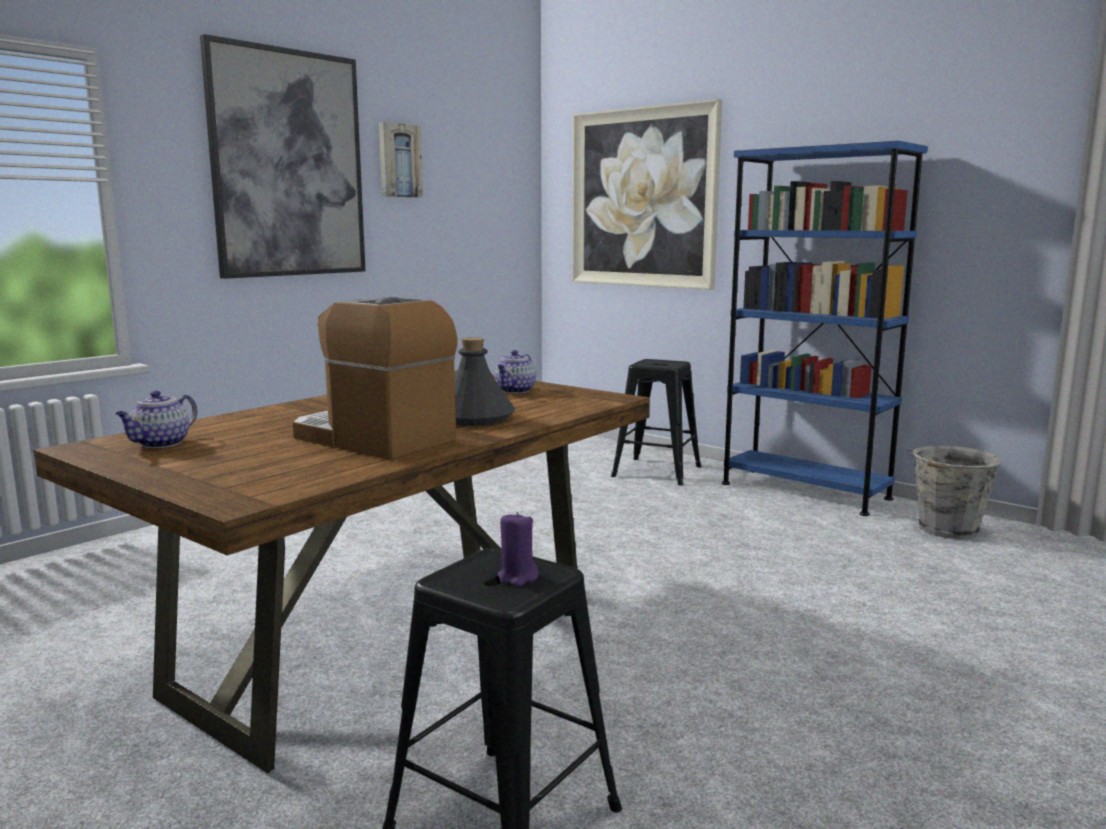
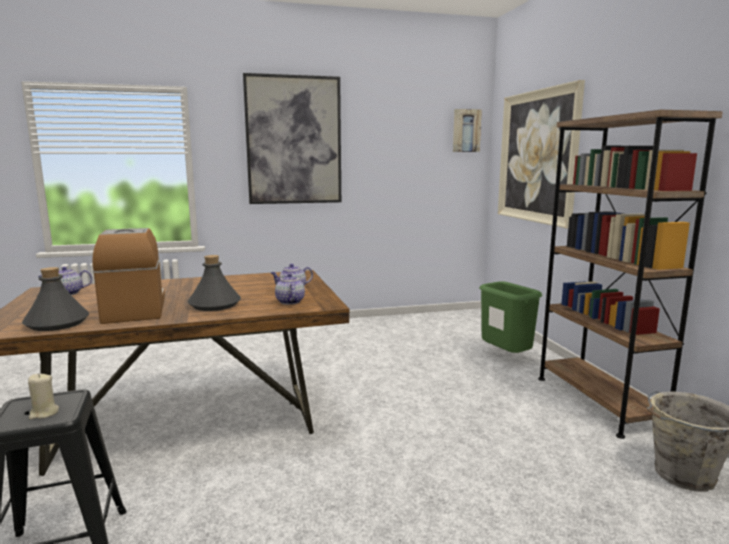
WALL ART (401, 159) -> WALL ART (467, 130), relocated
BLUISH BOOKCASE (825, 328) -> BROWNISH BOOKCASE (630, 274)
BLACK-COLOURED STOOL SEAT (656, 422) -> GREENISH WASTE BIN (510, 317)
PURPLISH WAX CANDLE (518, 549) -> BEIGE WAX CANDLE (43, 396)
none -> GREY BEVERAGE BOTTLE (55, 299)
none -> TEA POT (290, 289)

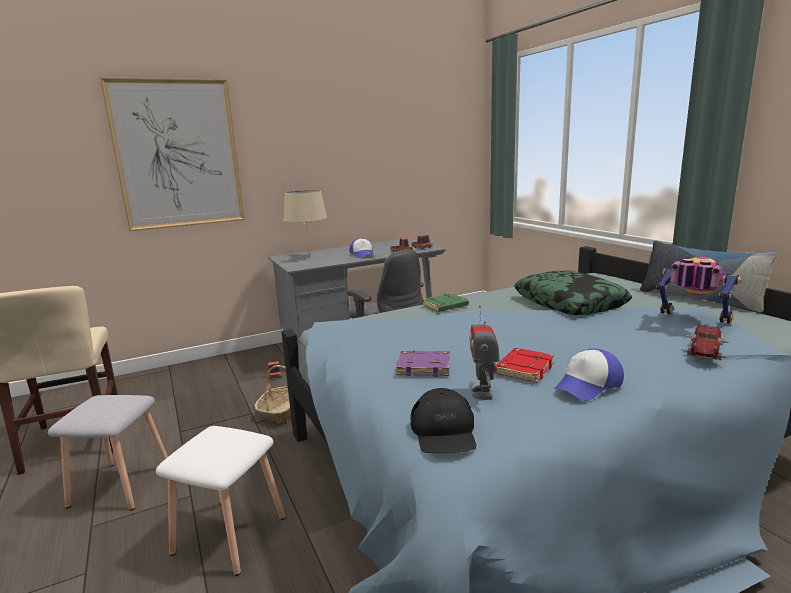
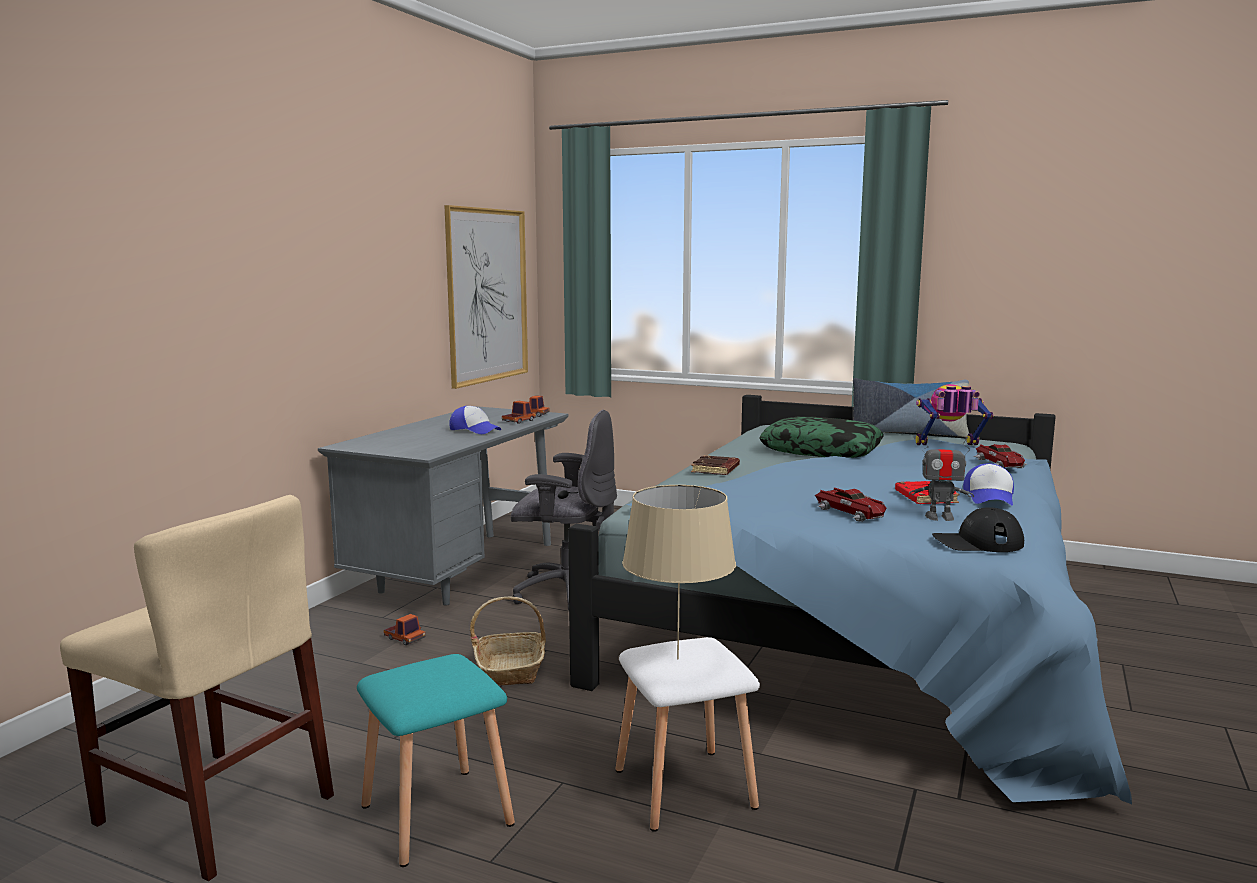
WALL ART (172, 154) -> WALL ART (486, 297), relocated
BEIGE LAMP FOR A TABLE (305, 222) -> BEIGE LAMP FOR A TABLE (679, 572), relocated
GREENISH BOUND BOOK (445, 302) -> BROWNISH BOUND BOOK (715, 465)
MODEL ROBOT (484, 353) -> MODEL ROBOT (941, 477), 45 degrees counterclockwise
PURPLISH BOUND BOOK (423, 364) -> MINIATURE CAR (850, 504)
BLACK-COLOURED PEAKED CAP (443, 420) -> BLACK-COLOURED PEAKED CAP (978, 530), 135 degrees clockwise
GREY STOOL SEAT (108, 453) -> BLUE-GREEN STOOL SEAT (436, 760)

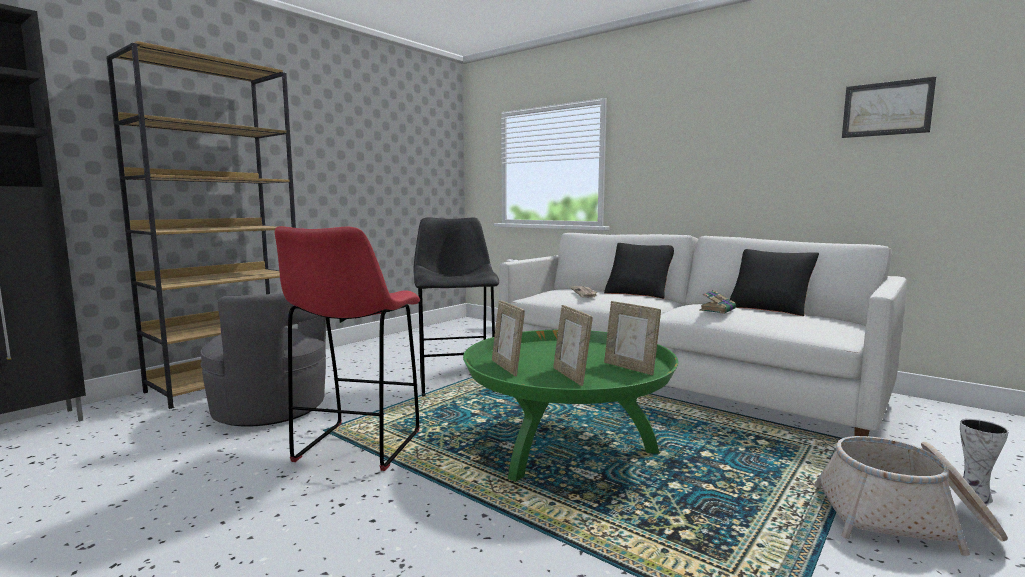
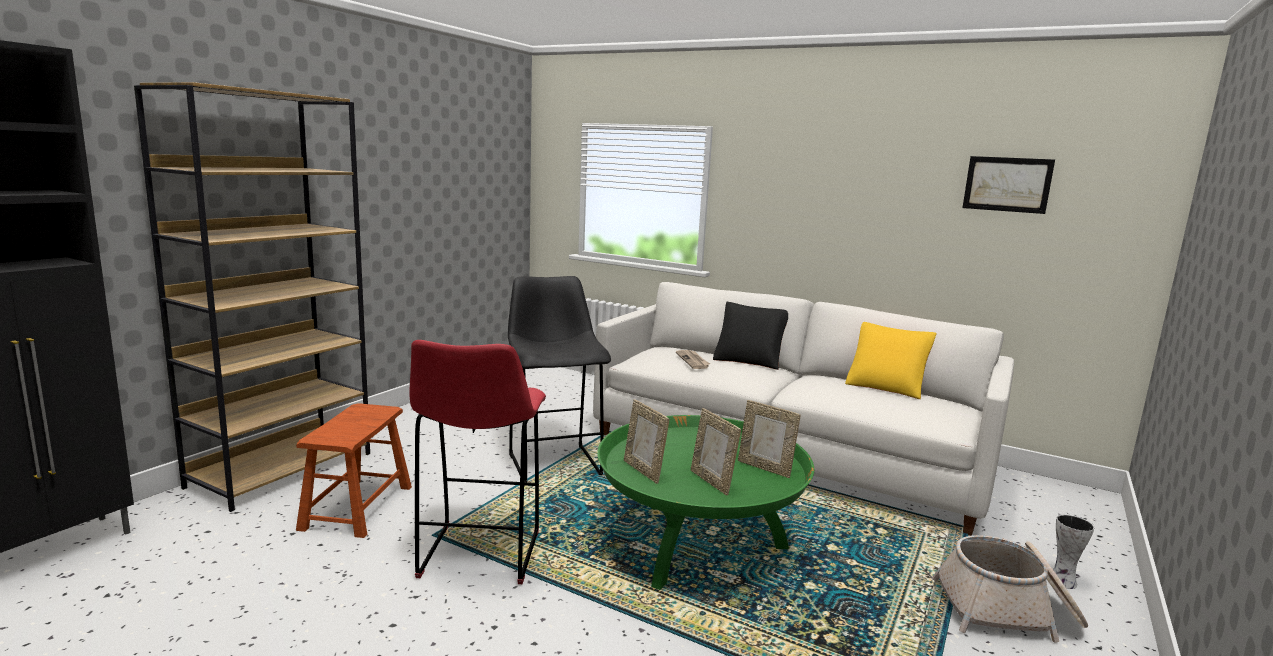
BLACK-COLOURED THROW PILLOW (774, 282) -> YELLOWISH THROW PILLOW (891, 360)
BOUND BOOK (717, 302) -> none
GREY ARMCHAIR (264, 360) -> BROWNISH STOOL SEAT (354, 470)

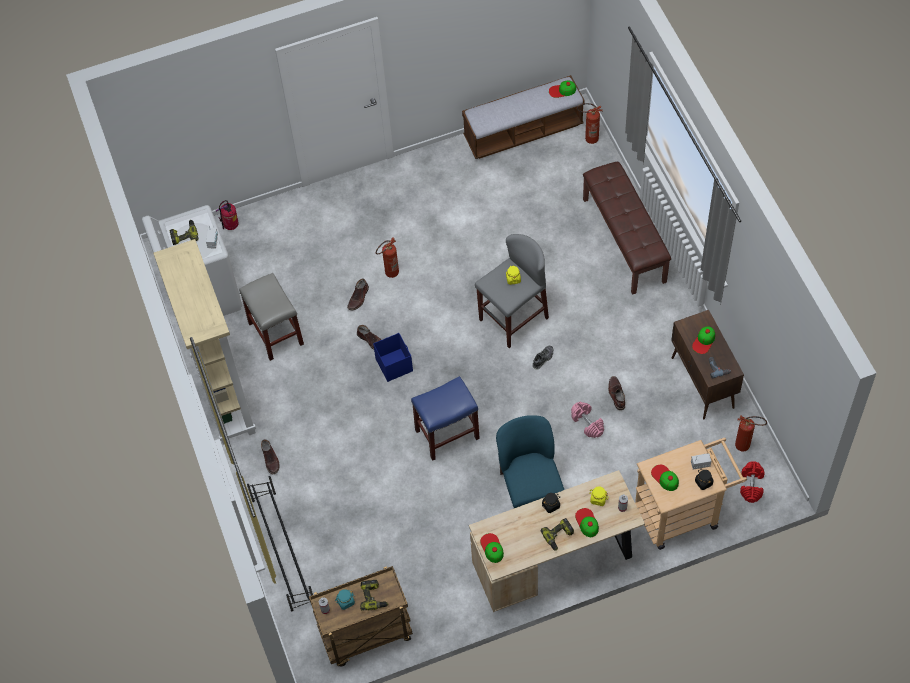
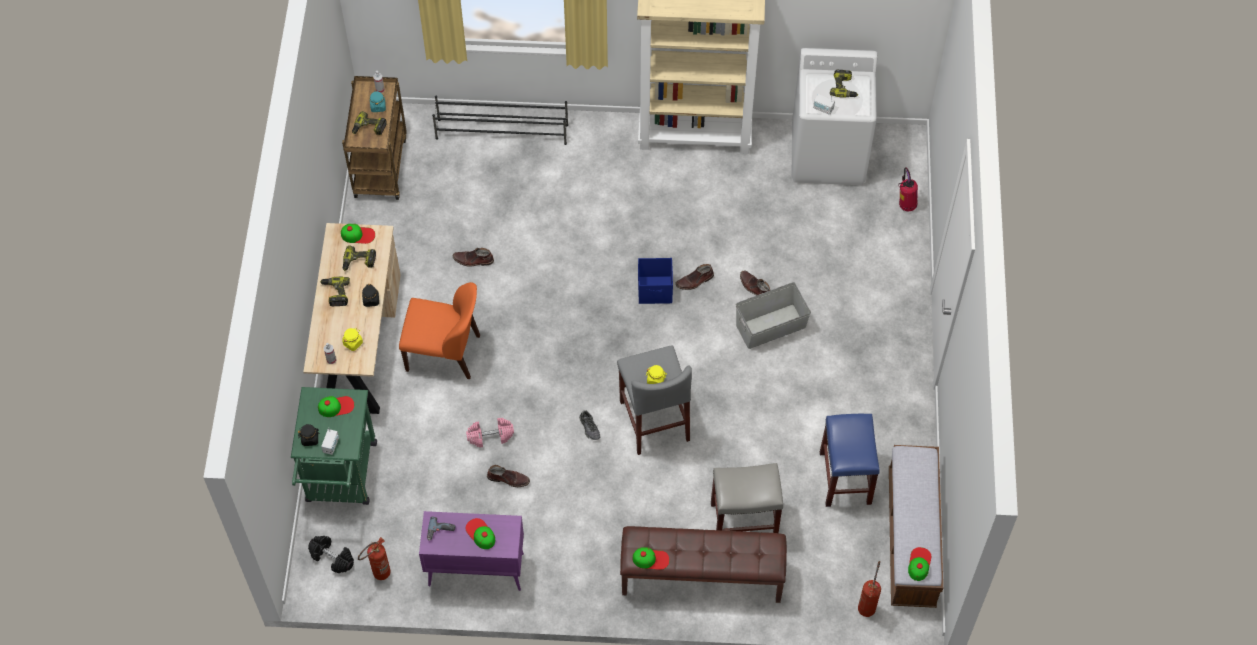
FIRE-FIGHTING CYLINDER (387, 257) -> GREY STORAGE BOX (773, 315)
GREY STOOL SEAT (271, 317) -> GREY STOOL SEAT (747, 498), relocated
BROWNISH STORAGE CABINET (707, 364) -> PURPLISH STORAGE CABINET (471, 551)
BLUISH STOOL SEAT (445, 418) -> BLUISH STOOL SEAT (850, 460), relocated
BLUISH PLAIN CHAIR (530, 461) -> ORANGE PLAIN CHAIR (439, 330)
BEIGE WHEELED CART (691, 494) -> GREENISH WHEELED CART (334, 446)
BROWNISH HIGH-TOP BOOT (270, 457) -> BROWNISH HIGH-TOP BOOT (473, 257), relocated
RED HAND WEIGHT (752, 482) -> BLACK-COLOURED HAND WEIGHT (331, 554)
PEAKED CAP (587, 522) -> PEAKED CAP (651, 558), relocated
none -> POWER DRILL (359, 258)

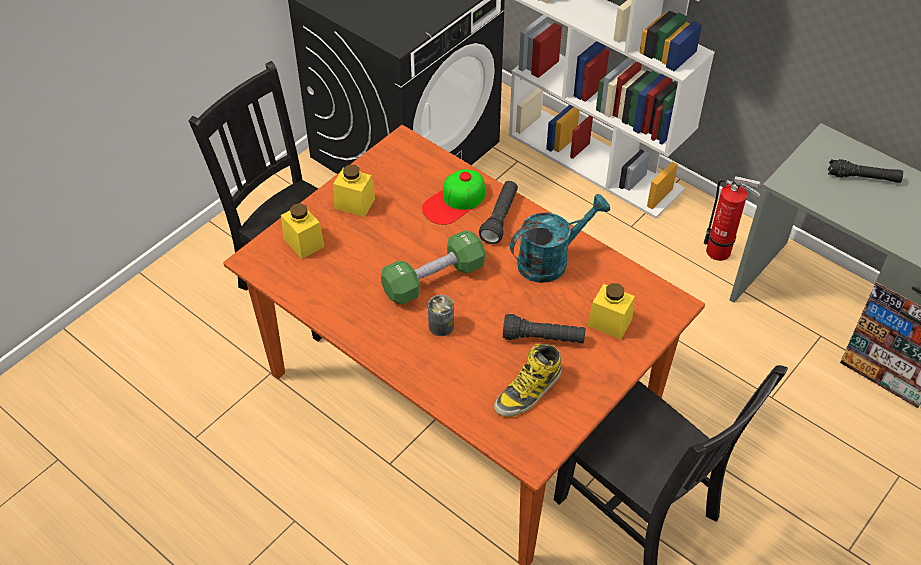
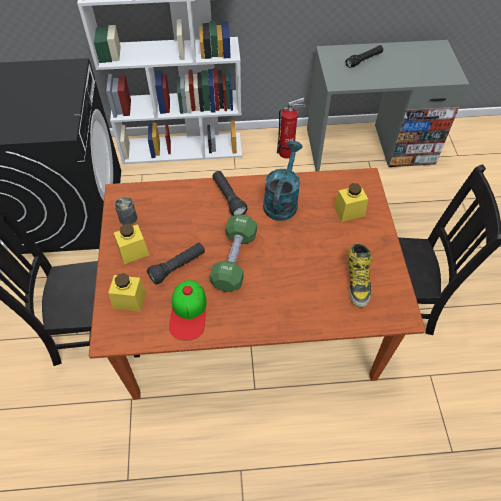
PEAKED CAP (453, 197) -> PEAKED CAP (188, 310), relocated
METAL CAN (441, 315) -> METAL CAN (125, 210), relocated
BLACK-COLOURED HAND TORCH (544, 328) -> BLACK-COLOURED HAND TORCH (176, 264), relocated

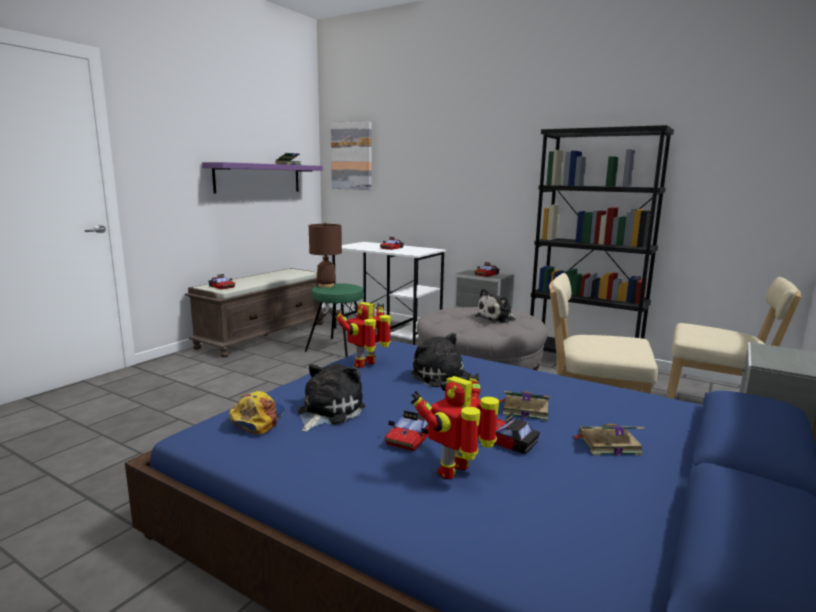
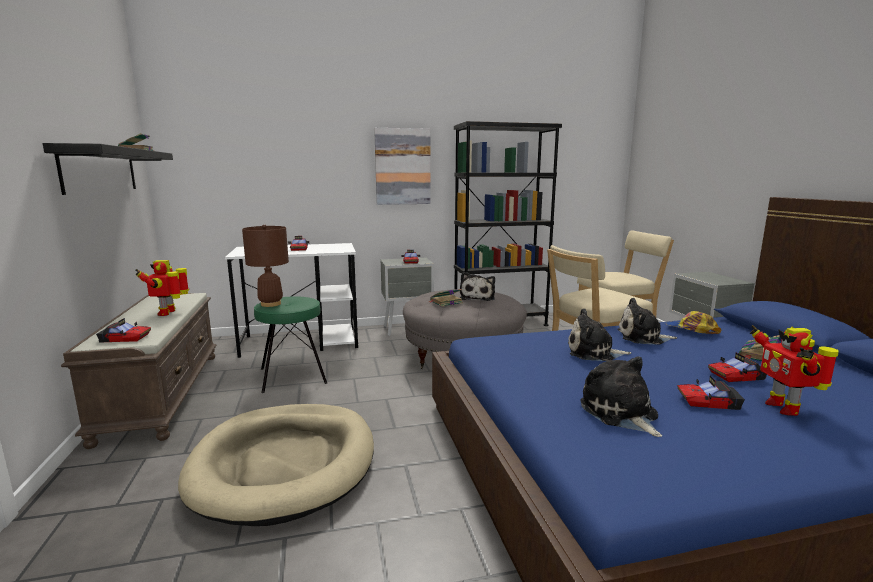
WALL ART (350, 156) -> WALL ART (402, 166), relocated
PURPLISH SHELF (262, 178) -> BLACK-COLOURED SHELF (108, 169)
MODEL ROBOT (362, 335) -> MODEL ROBOT (162, 288), relocated
PEAKED CAP (257, 412) -> PEAKED CAP (693, 322), relocated
BOUND BOOK (524, 406) -> BOUND BOOK (446, 298), relocated
MINIATURE CAR (407, 431) -> MINIATURE CAR (711, 393), 120 degrees clockwise
none -> CUDDLY TOY (647, 321)
none -> BEIGE DOG CUSHION (276, 465)

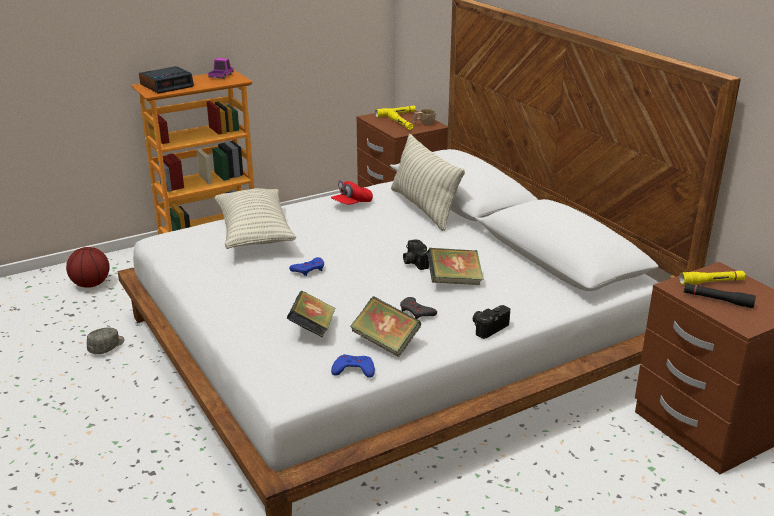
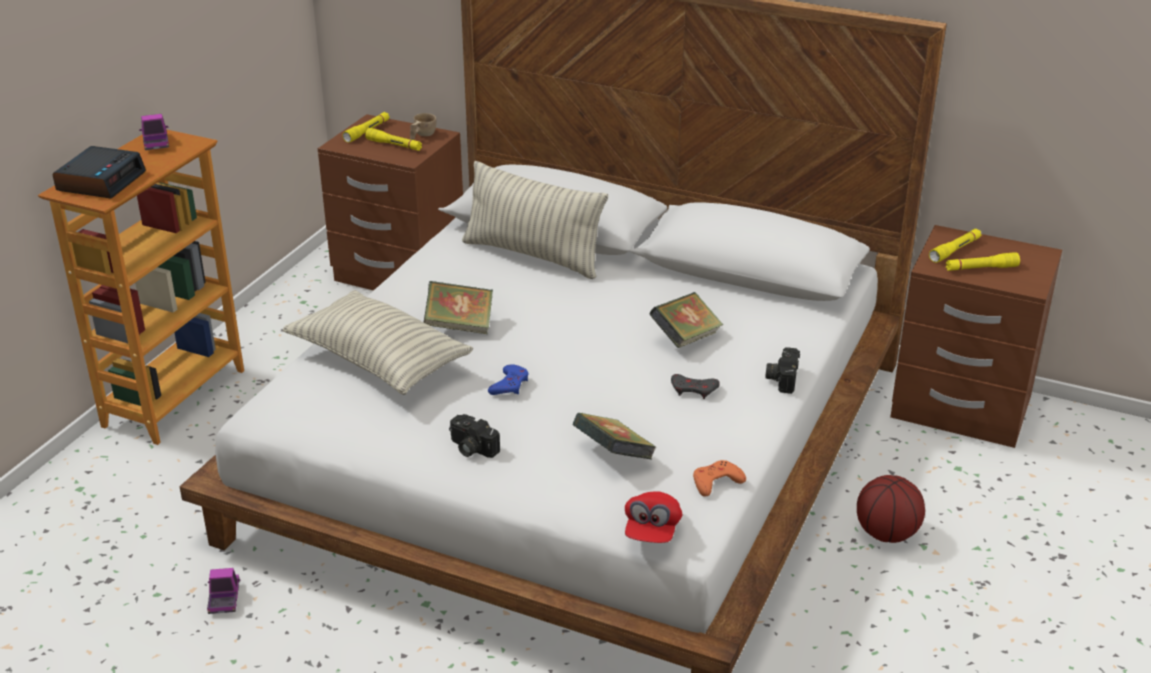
RED PEAKED CAP (352, 192) -> RED PEAKED CAP (653, 517), relocated
PHOTO CAMERA (416, 254) -> PHOTO CAMERA (474, 436), relocated
BALL FOR BASKETBALL (87, 267) -> BALL FOR BASKETBALL (891, 509), relocated
BLACK-COLOURED HAND TORCH (720, 295) -> YELLOWISH HAND TORCH (983, 261)
BOUND BOOK (385, 326) -> BOUND BOOK (458, 307), relocated
GREY PEAKED CAP (106, 340) -> MODEL TRUCK (223, 591)
BLUISH JOYPAD (353, 366) -> ORANGE JOYPAD (719, 478)

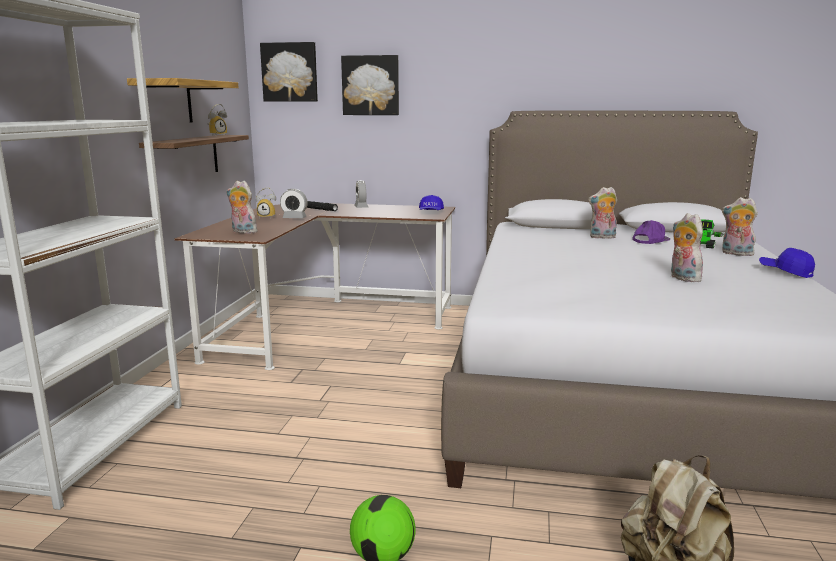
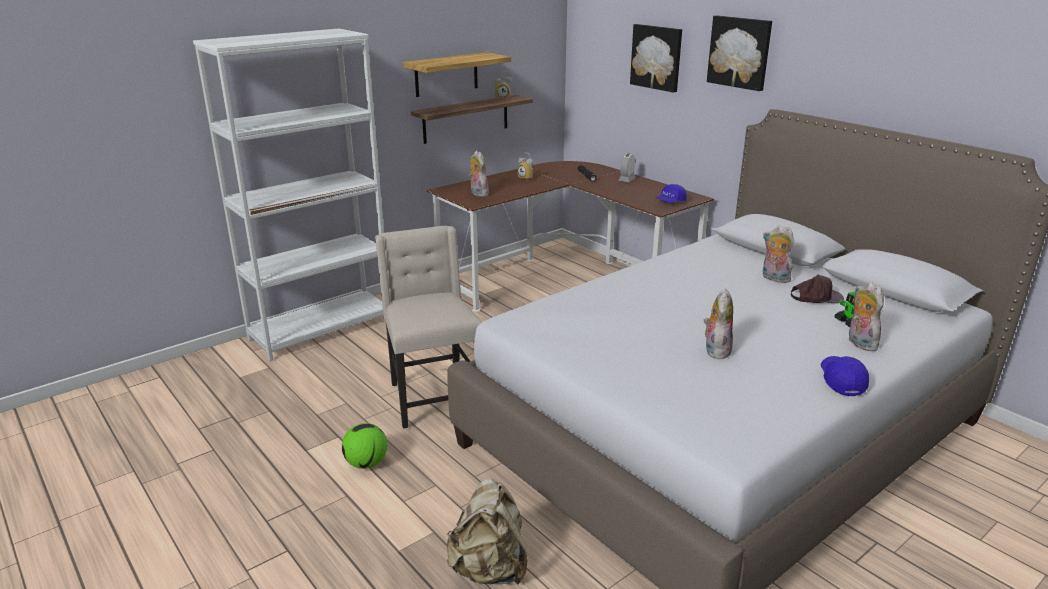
WALL ART (289, 72) -> WALL ART (739, 53), relocated
BEDSIDE CLOCK (294, 203) -> none
PURPLISH PEAKED CAP (651, 232) -> BROWNISH PEAKED CAP (817, 288)
none -> BEIGE PLAIN CHAIR (428, 327)

